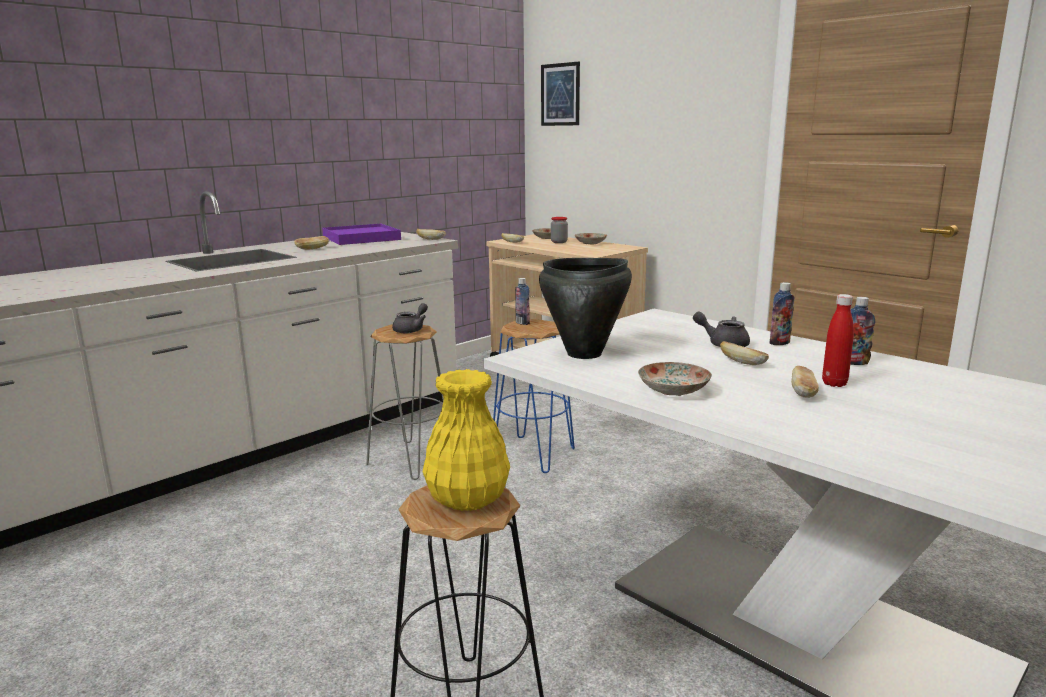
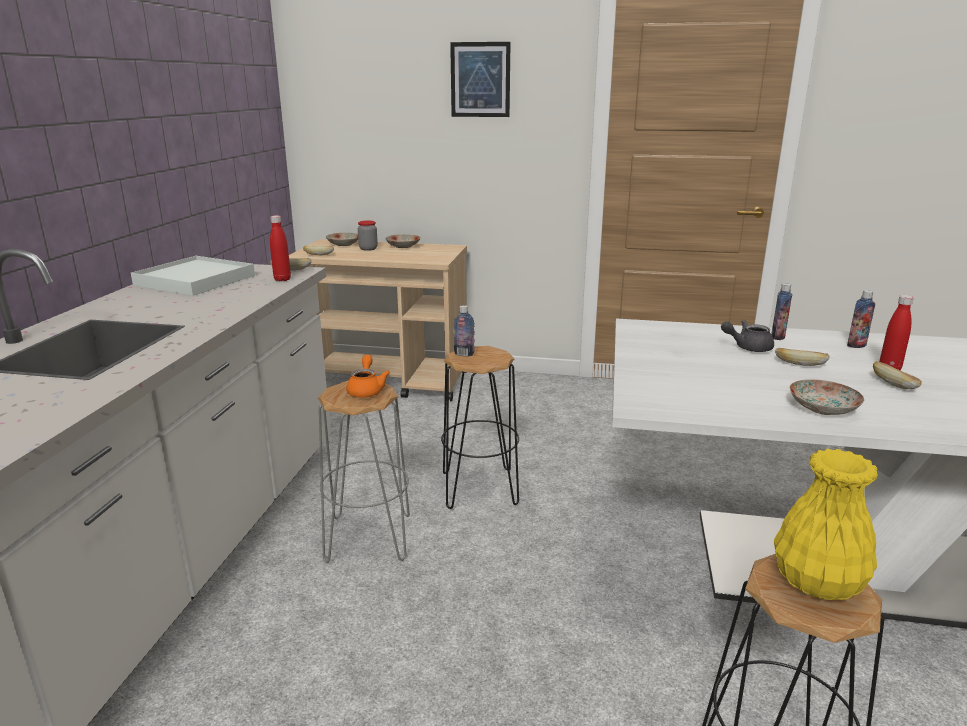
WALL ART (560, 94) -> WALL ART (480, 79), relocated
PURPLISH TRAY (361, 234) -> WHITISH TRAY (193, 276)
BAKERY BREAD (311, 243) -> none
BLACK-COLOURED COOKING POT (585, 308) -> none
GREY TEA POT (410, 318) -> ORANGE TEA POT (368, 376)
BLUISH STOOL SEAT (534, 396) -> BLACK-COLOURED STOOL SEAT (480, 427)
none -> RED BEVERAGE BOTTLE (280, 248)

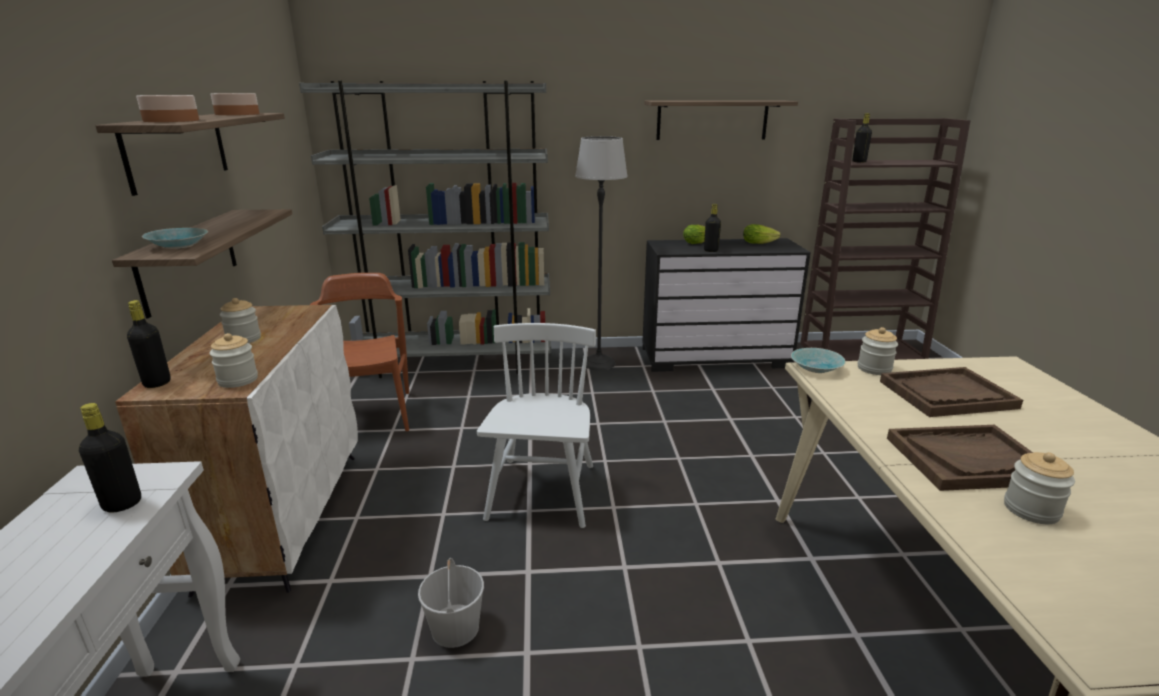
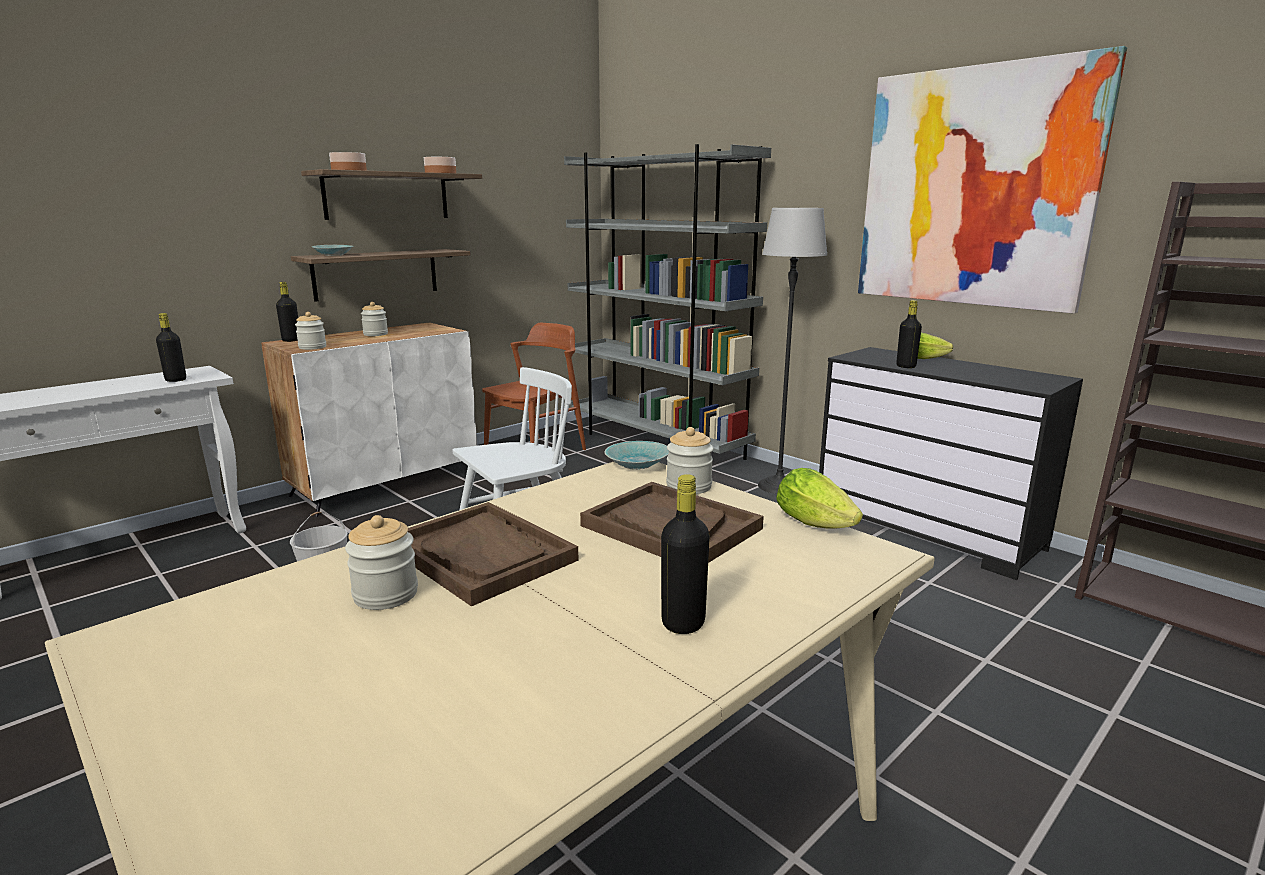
SHELF (721, 120) -> WALL ART (992, 180)
BLACK-COLOURED BEVERAGE BOTTLE (862, 138) -> BLACK-COLOURED BEVERAGE BOTTLE (685, 554), relocated
LETTUCE (762, 234) -> LETTUCE (819, 498), relocated

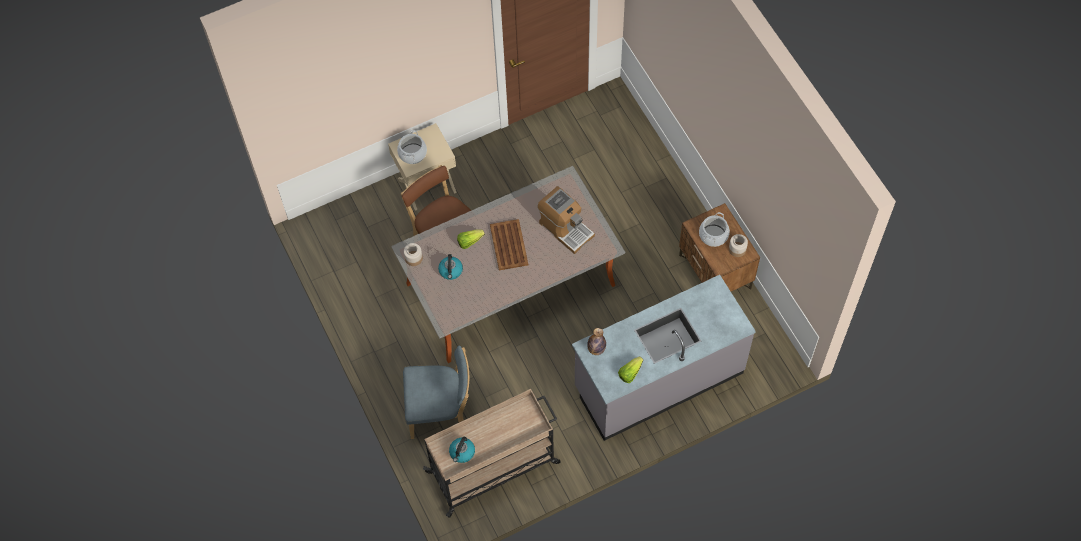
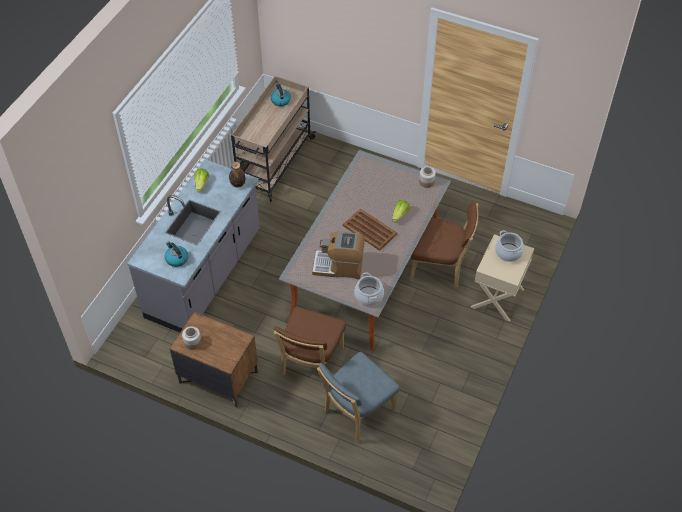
COOKING POT (714, 229) -> COOKING POT (369, 289), relocated
WATER KETTLE (450, 267) -> WATER KETTLE (176, 254), relocated
BLUISH PLAIN CHAIR (436, 392) -> BLUISH PLAIN CHAIR (358, 397), relocated
none -> BROWNISH PLAIN CHAIR (309, 347)

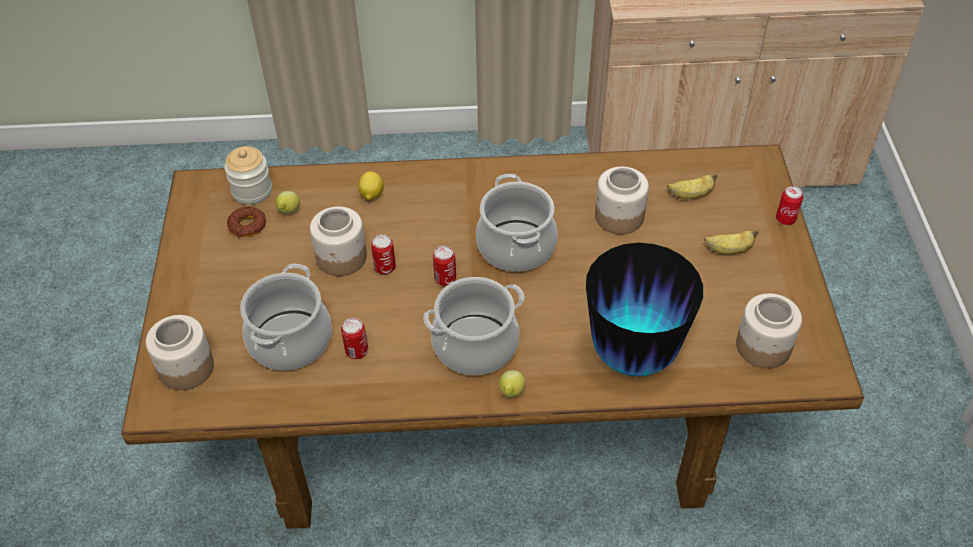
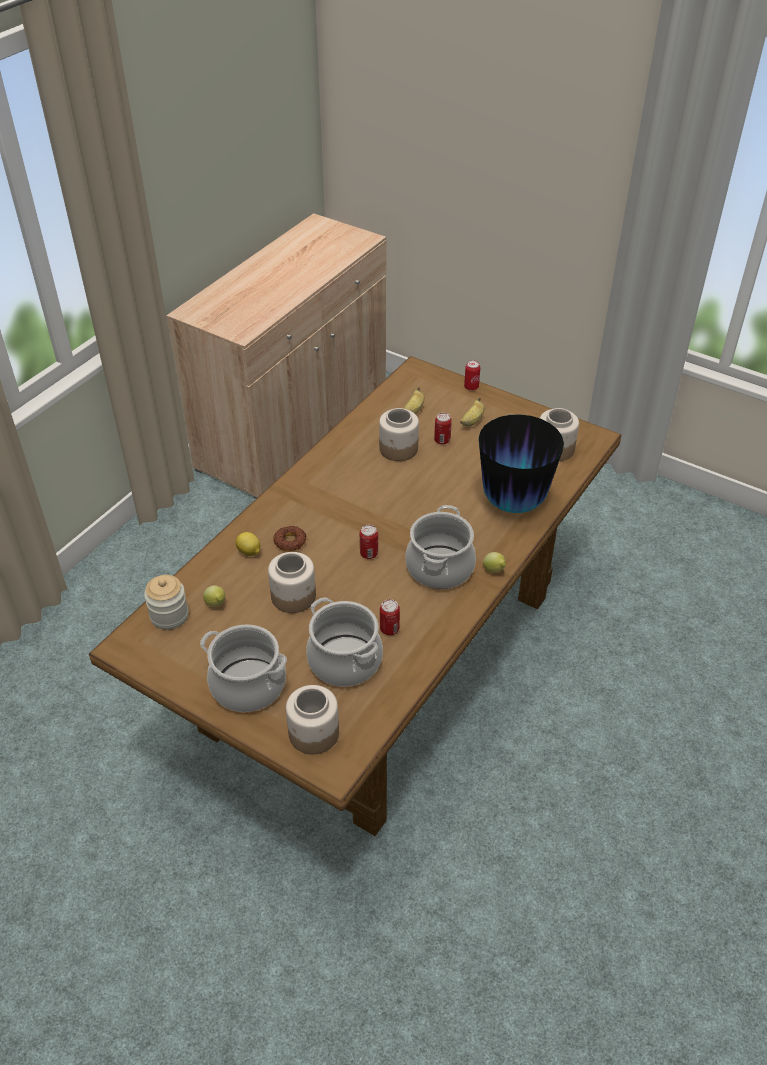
COOKING POT (517, 223) -> COOKING POT (243, 668), relocated
RING DOUGHNUT (246, 222) -> RING DOUGHNUT (289, 538), relocated
METAL CAN (383, 254) -> METAL CAN (443, 429), relocated

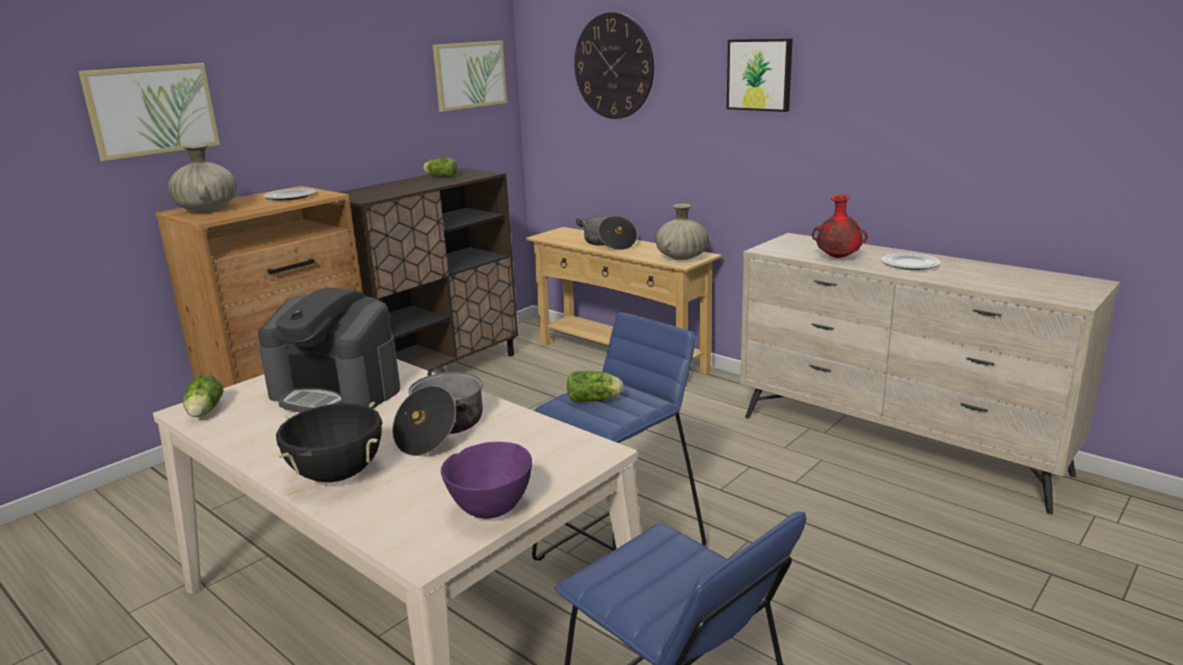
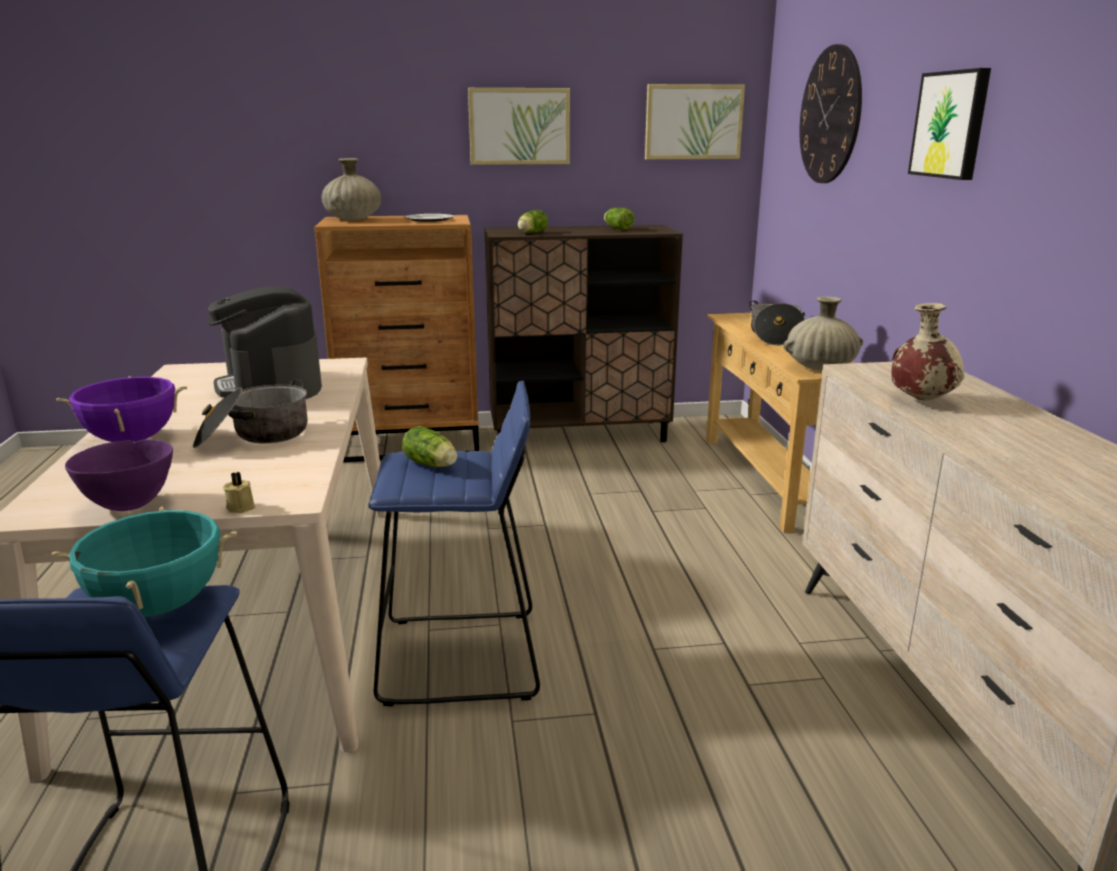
WALL ART (149, 112) -> WALL ART (519, 126), relocated
RED DECORATIVE VASE (840, 226) -> BEIGE DECORATIVE VASE (927, 351)
PLATE (911, 261) -> none
LETTUCE (203, 396) -> LETTUCE (532, 221), relocated
BLACK-COLOURED COOKING POT (329, 442) -> PURPLISH COOKING POT (121, 409)
none -> BEIGE WAX CANDLE (239, 492)
none -> BLUE-GREEN COOKING POT (144, 561)

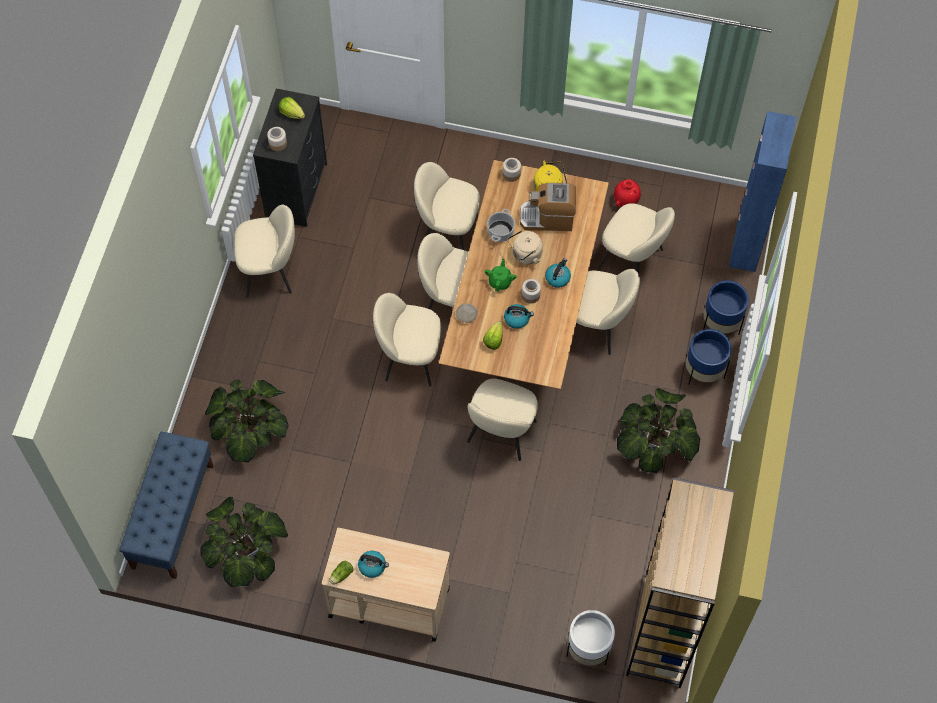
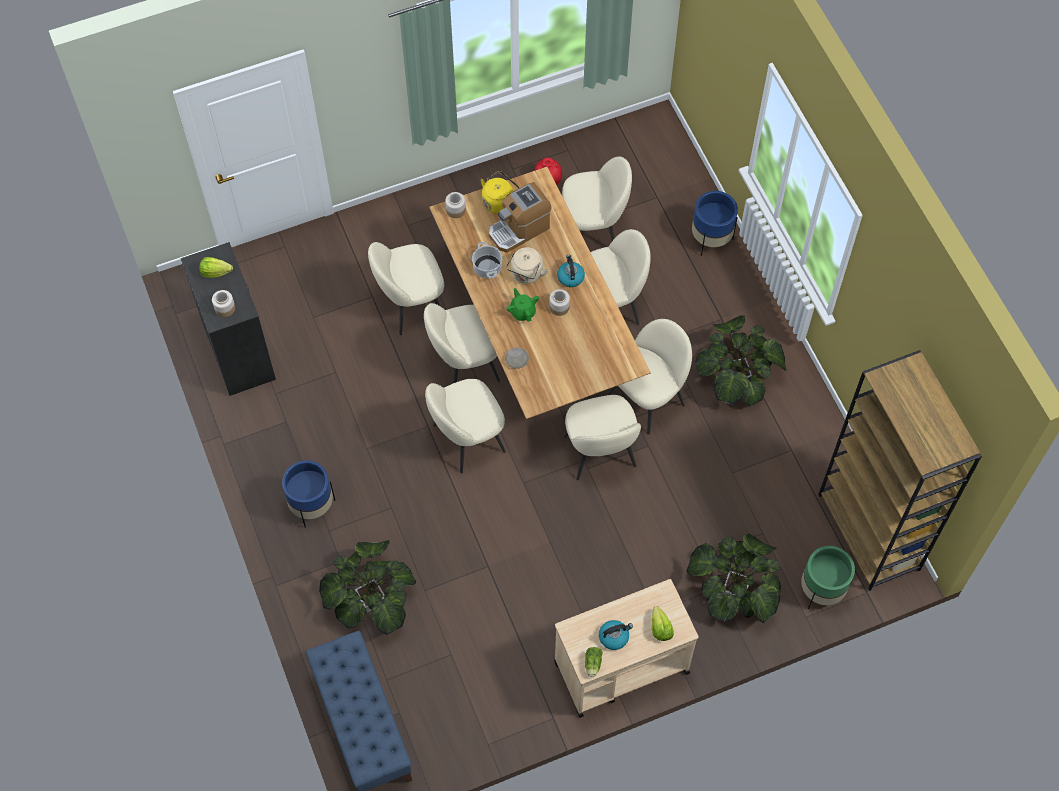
BLUISH STORAGE CABINET (762, 191) -> none
BEIGE PLAIN CHAIR (264, 251) -> BEIGE PLAIN CHAIR (650, 377), relocated
WATER KETTLE (519, 316) -> none
LETTUCE (493, 335) -> LETTUCE (663, 623), relocated
BLUISH FLOWER POT (709, 357) -> BLUISH FLOWER POT (308, 494), relocated
HOUSEPLANT (244, 542) -> HOUSEPLANT (733, 578), relocated
WHITISH FLOWER POT (590, 638) -> GREENISH FLOWER POT (828, 577)

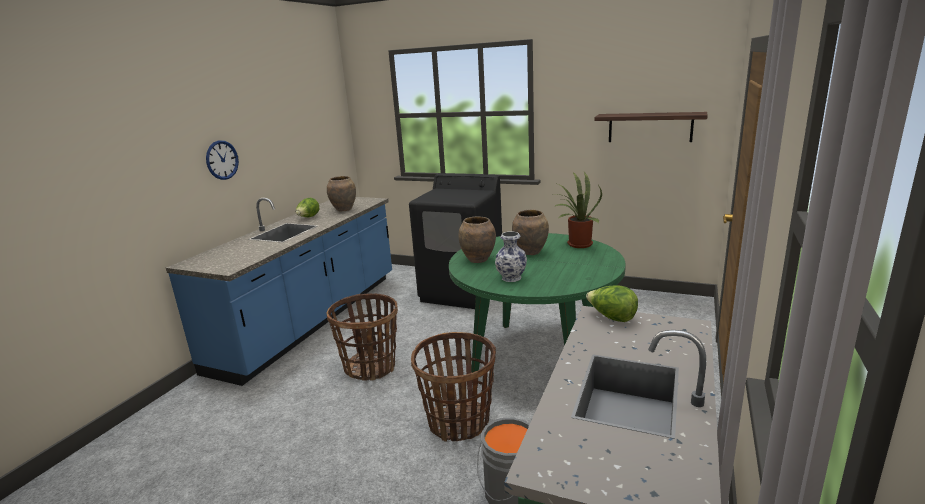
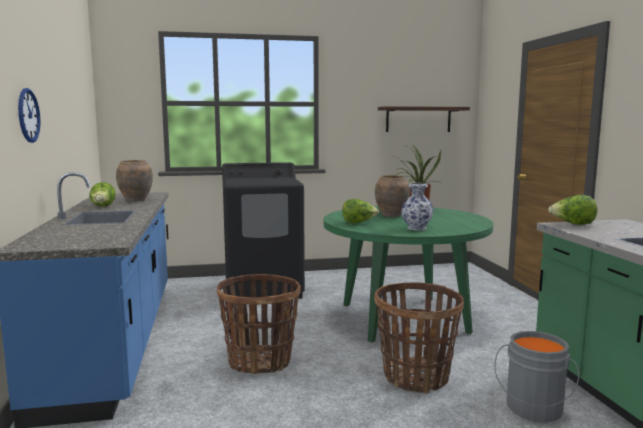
BROWNISH DECORATIVE VASE (477, 239) -> LETTUCE (360, 211)

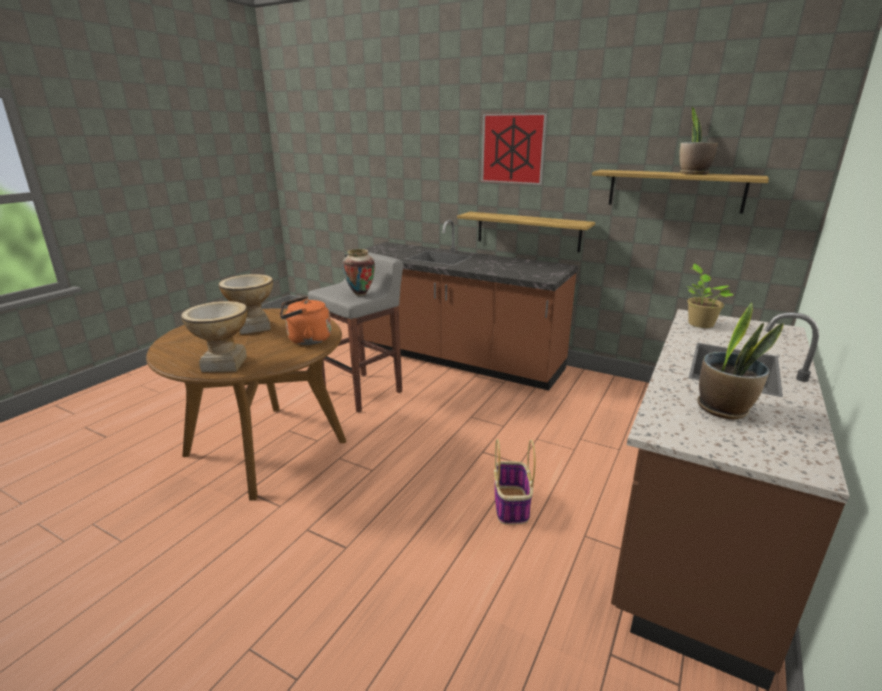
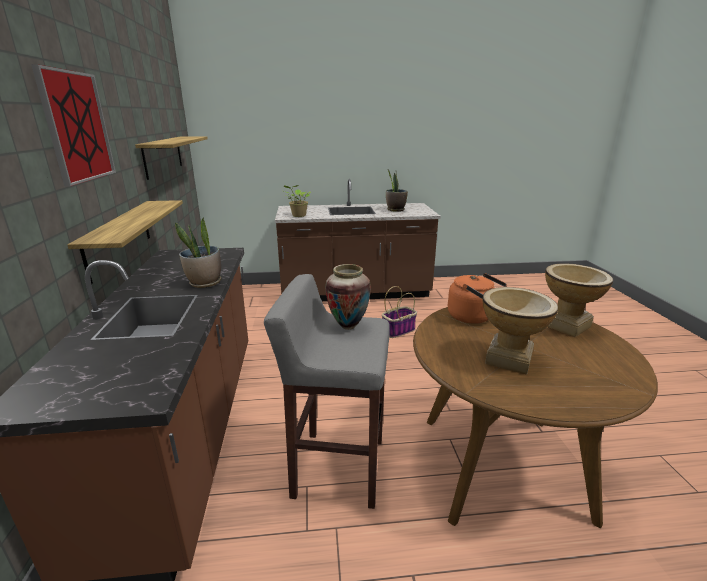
HOUSEPLANT (699, 140) -> HOUSEPLANT (198, 253), relocated

